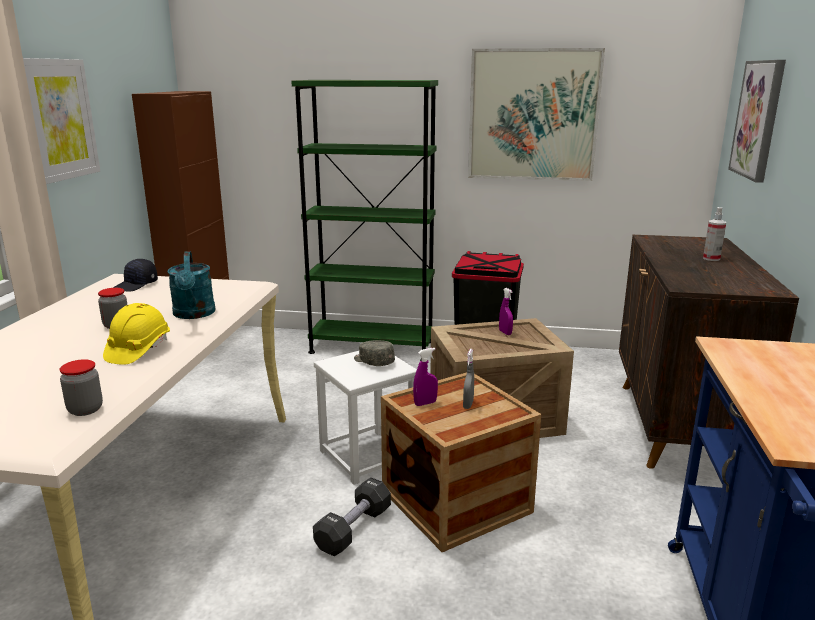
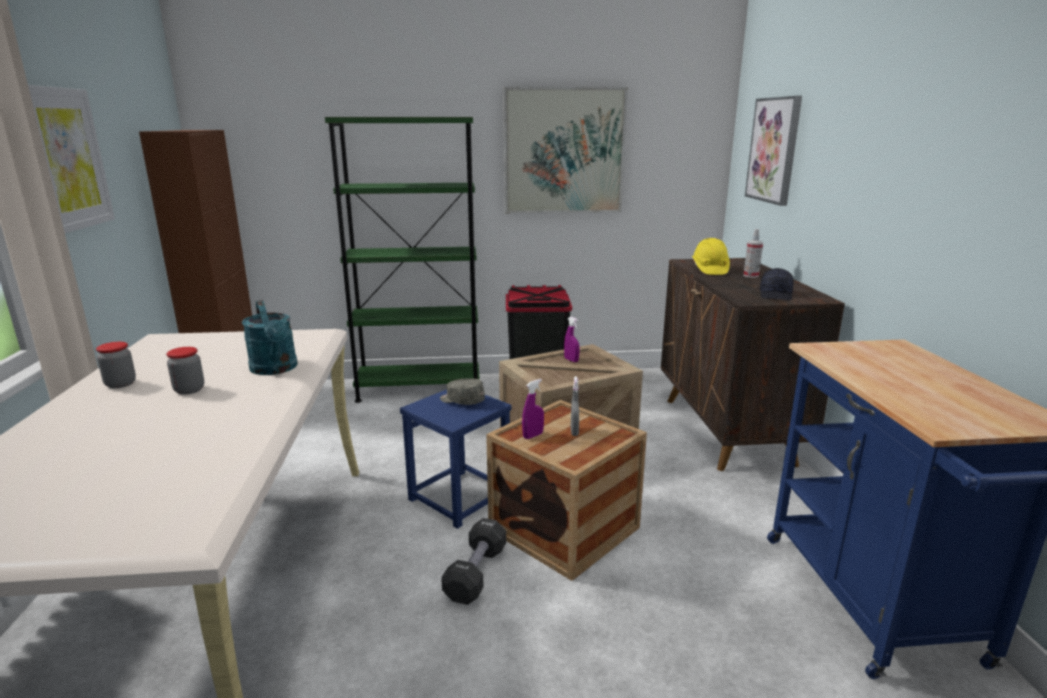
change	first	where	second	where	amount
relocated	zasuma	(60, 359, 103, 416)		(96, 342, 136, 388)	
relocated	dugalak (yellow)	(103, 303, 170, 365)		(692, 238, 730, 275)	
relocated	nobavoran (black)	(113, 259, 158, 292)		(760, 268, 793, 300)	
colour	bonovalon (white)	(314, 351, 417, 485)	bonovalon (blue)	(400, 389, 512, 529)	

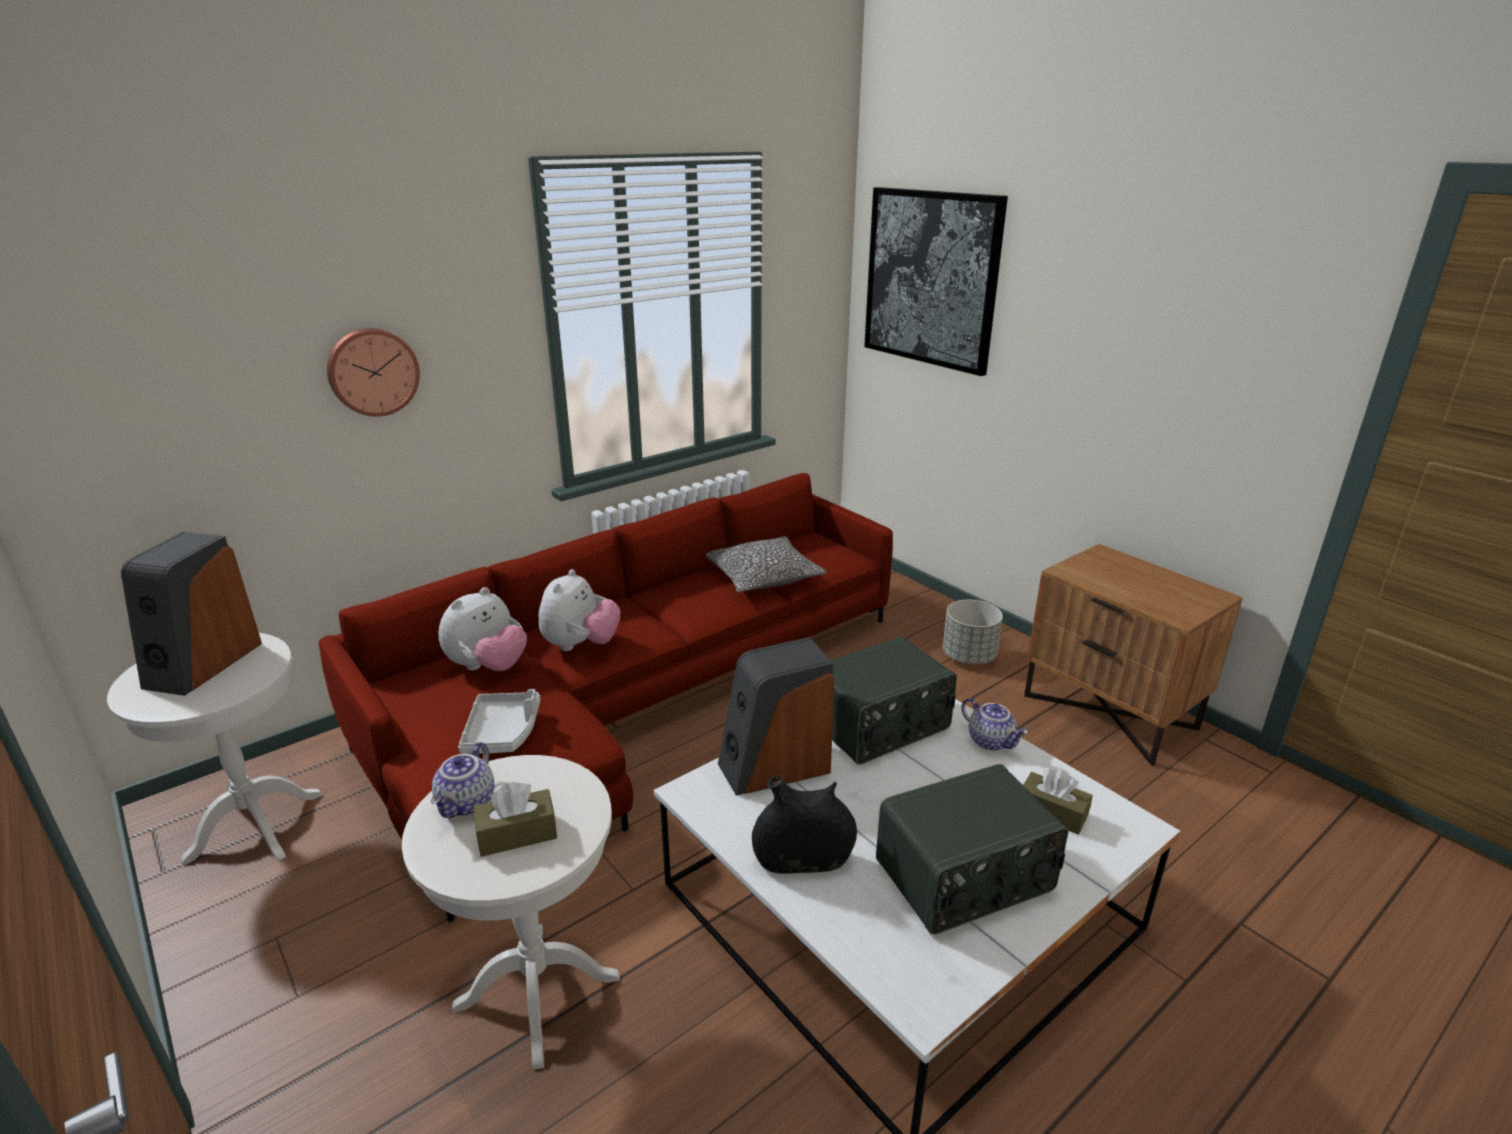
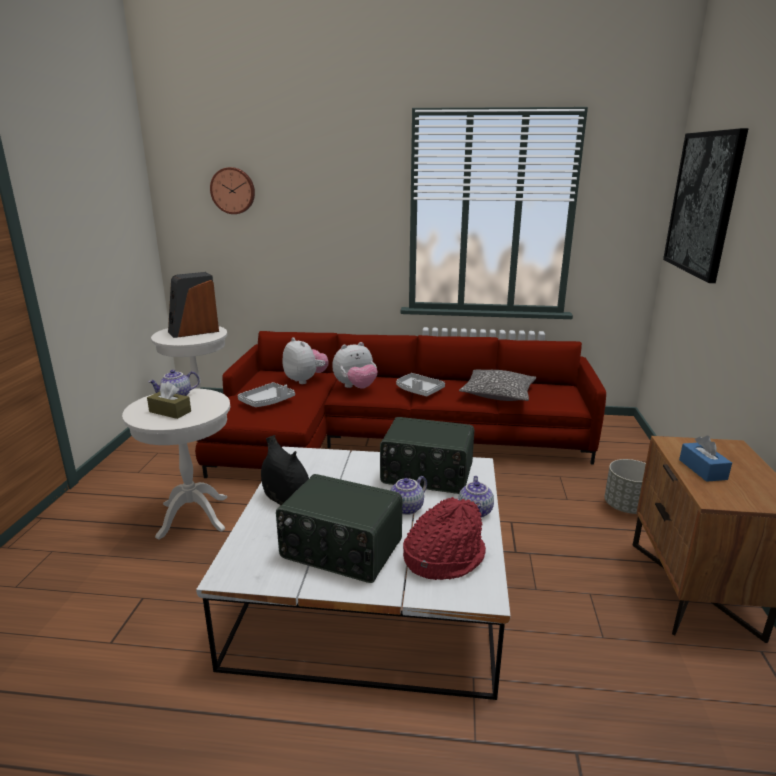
change	first	where	second	where	amount
missing	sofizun	(718, 637, 835, 796)			
appeared			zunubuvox	(390, 476, 427, 515)	
appeared			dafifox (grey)	(396, 373, 445, 396)	
appeared			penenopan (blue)	(679, 436, 732, 482)	
relocated	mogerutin	(327, 328, 420, 417)		(210, 167, 255, 214)	
exchanged	penenopan (brown)	(1023, 769, 1093, 834)	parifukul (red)	(403, 497, 486, 580)	
spun	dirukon	(438, 587, 527, 671)		(282, 337, 329, 384)	120 degrees counterclockwise

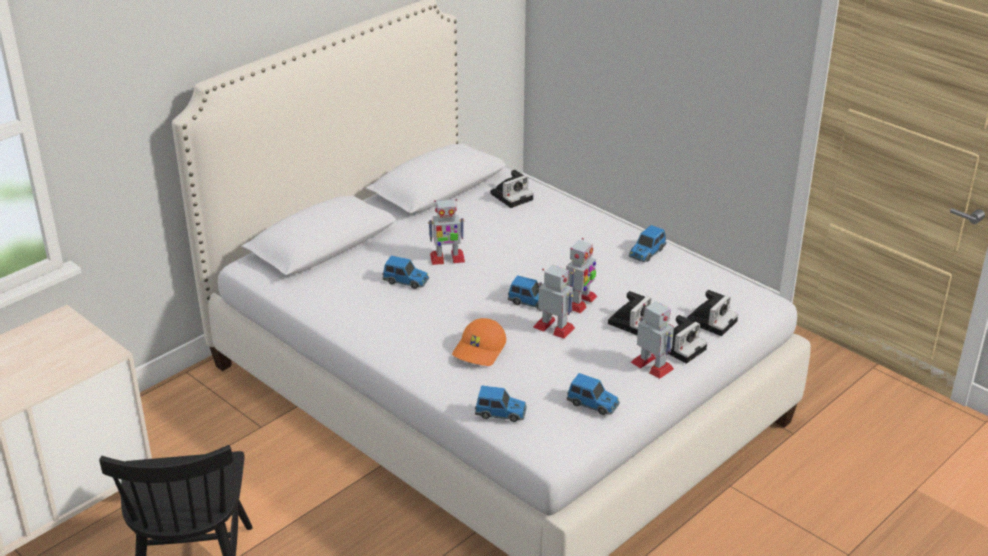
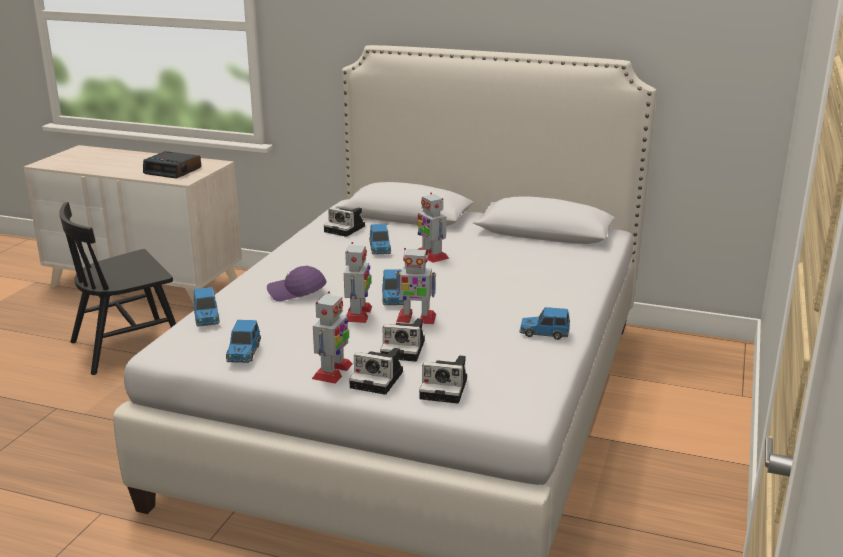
change	first	where	second	where	amount
appeared			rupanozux	(143, 151, 201, 179)	
relocated	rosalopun	(491, 170, 533, 208)		(324, 208, 365, 237)	
colour	nobavoran (orange)	(452, 318, 506, 366)	nobavoran (purple)	(267, 266, 326, 301)	

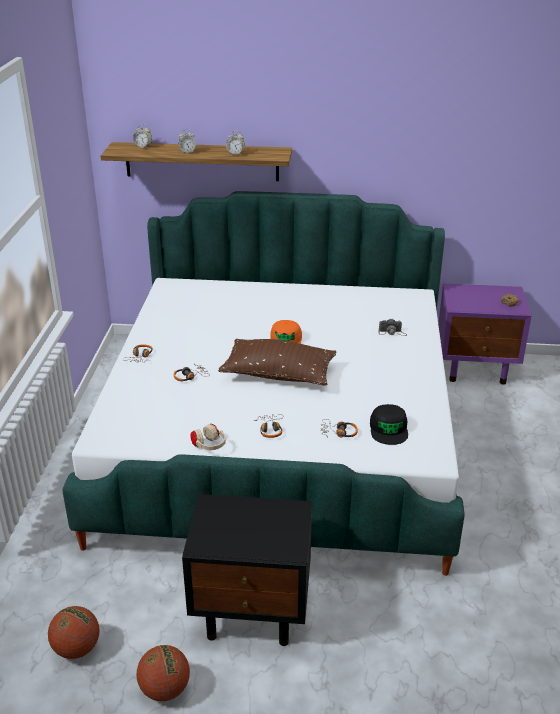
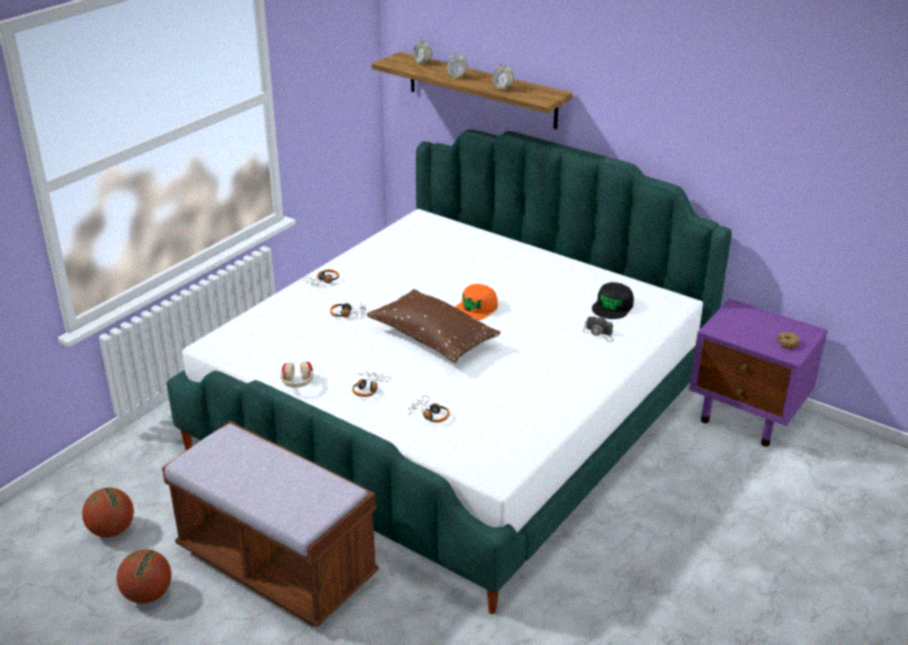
change	first	where	second	where	amount
relocated	nobavoran (black)	(370, 404, 408, 445)		(592, 282, 634, 319)	
exchanged	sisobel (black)	(182, 494, 312, 646)	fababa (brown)	(162, 421, 379, 627)	

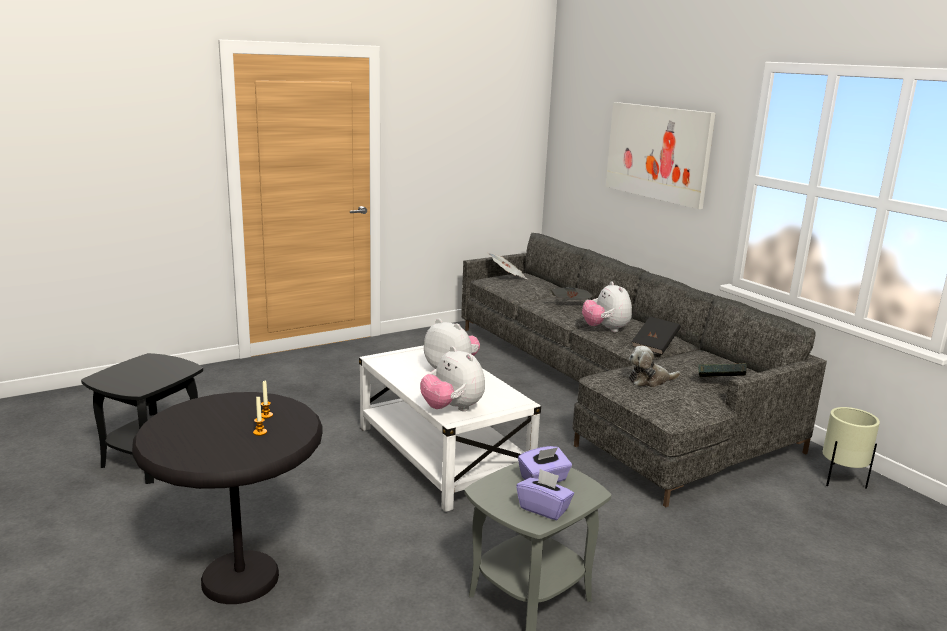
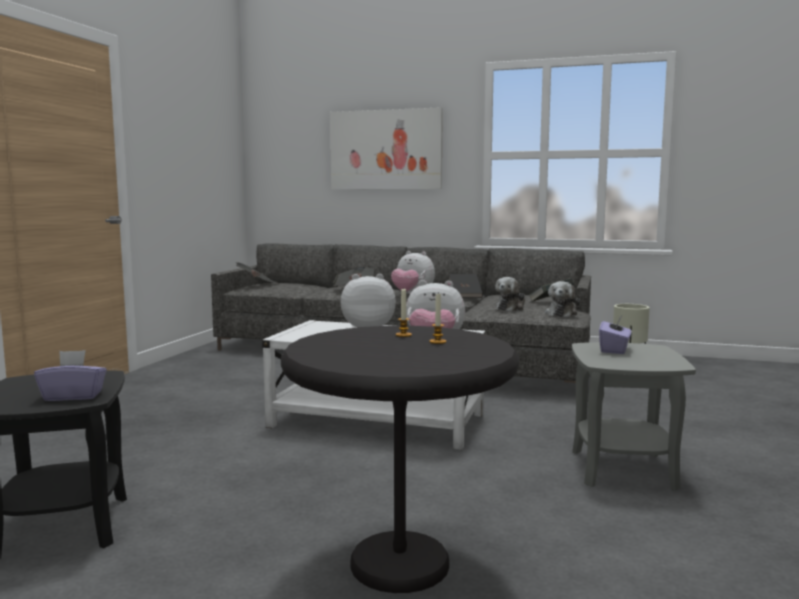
change	first	where	second	where	amount
appeared			dirukon	(545, 281, 580, 317)	
relocated	penenopan (purple)	(516, 469, 574, 520)		(34, 350, 107, 401)	

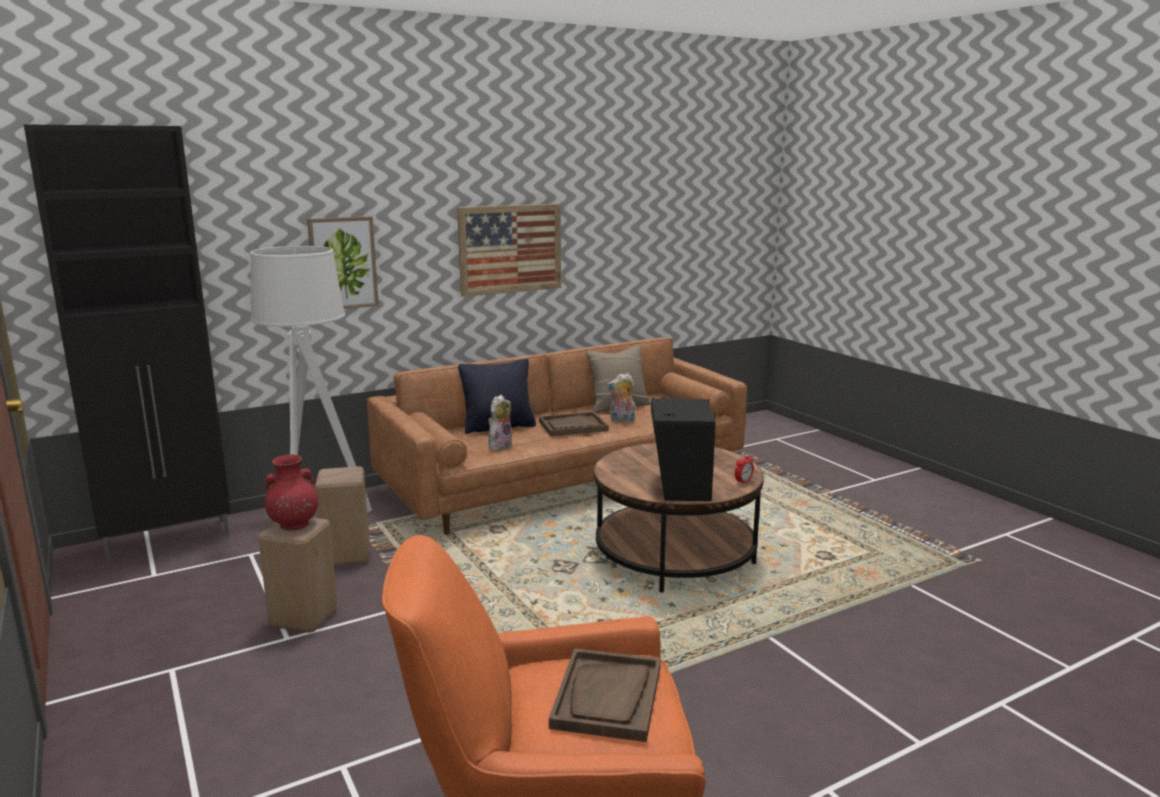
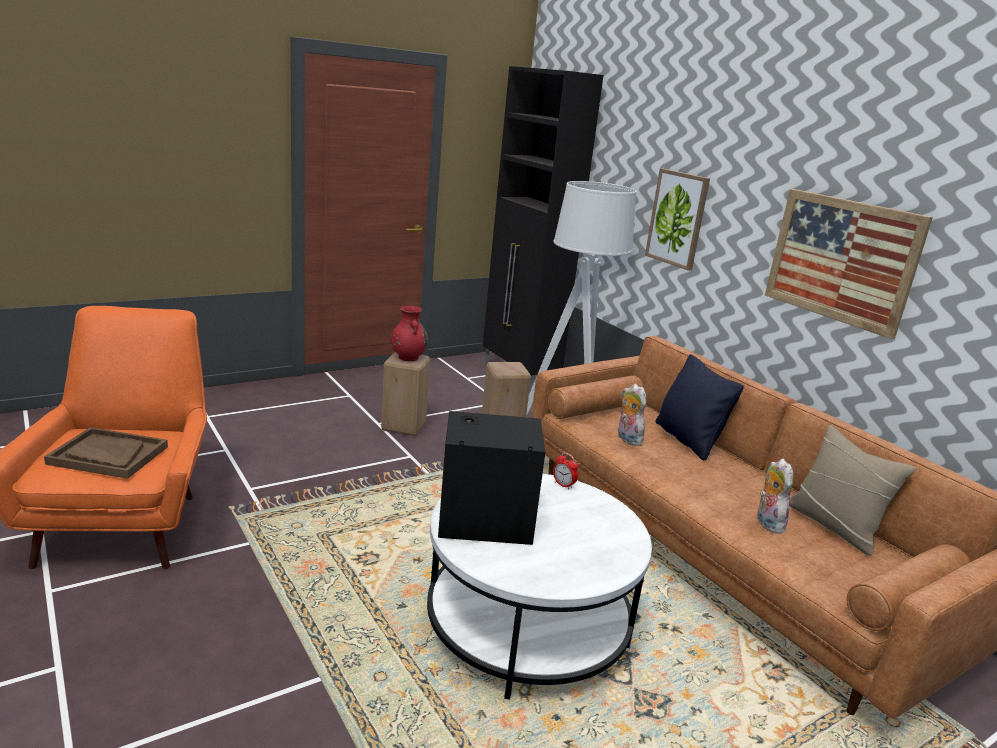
change	first	where	second	where	amount
missing	dafifox (brown)	(539, 412, 609, 437)			
relocated	rupanozux	(735, 452, 754, 485)		(553, 452, 578, 489)	
colour	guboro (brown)	(594, 443, 764, 592)	guboro (white)	(427, 474, 652, 700)	
spun	dirukon	(488, 395, 513, 451)		(618, 384, 646, 446)	150 degrees counterclockwise

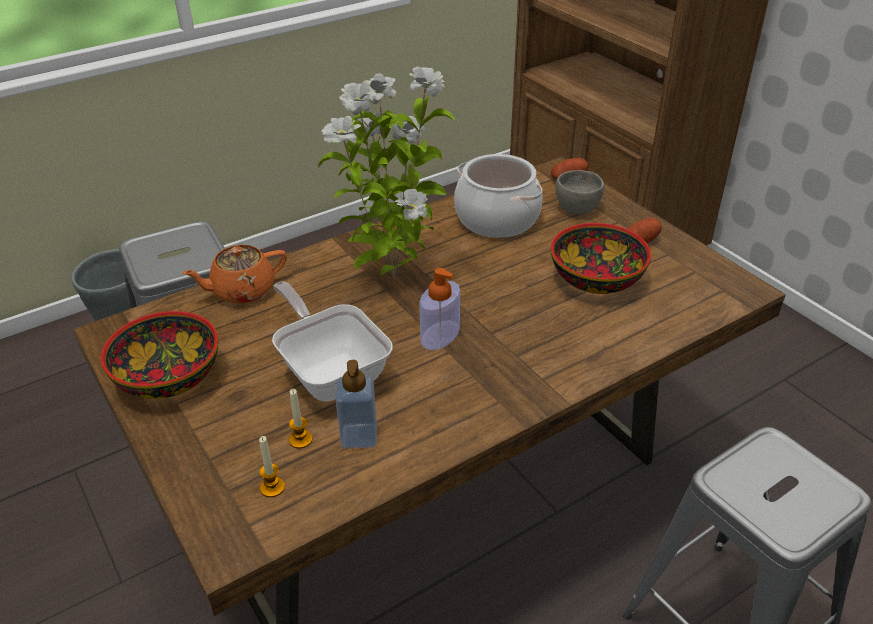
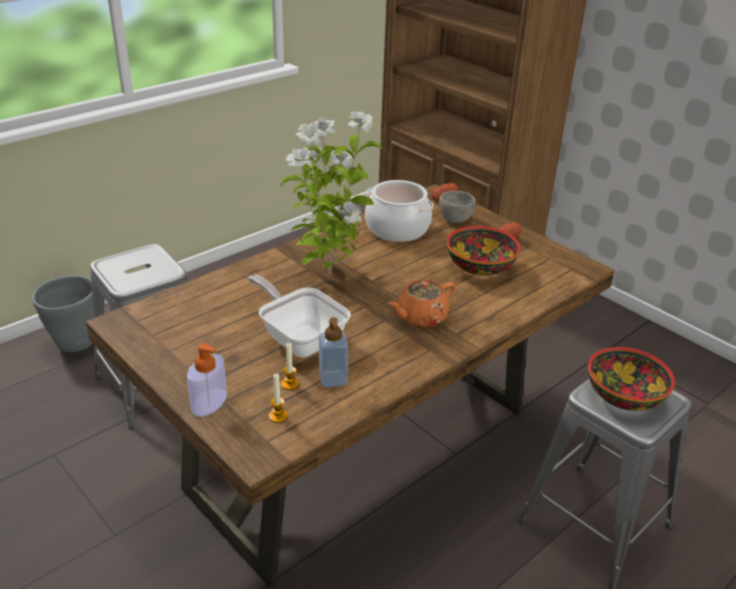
change	first	where	second	where	amount
relocated	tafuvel	(101, 311, 219, 399)		(588, 347, 675, 411)	
relocated	zunubuvox (orange)	(182, 245, 287, 304)		(388, 280, 455, 327)	
relocated	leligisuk	(419, 268, 460, 350)		(187, 343, 227, 417)	

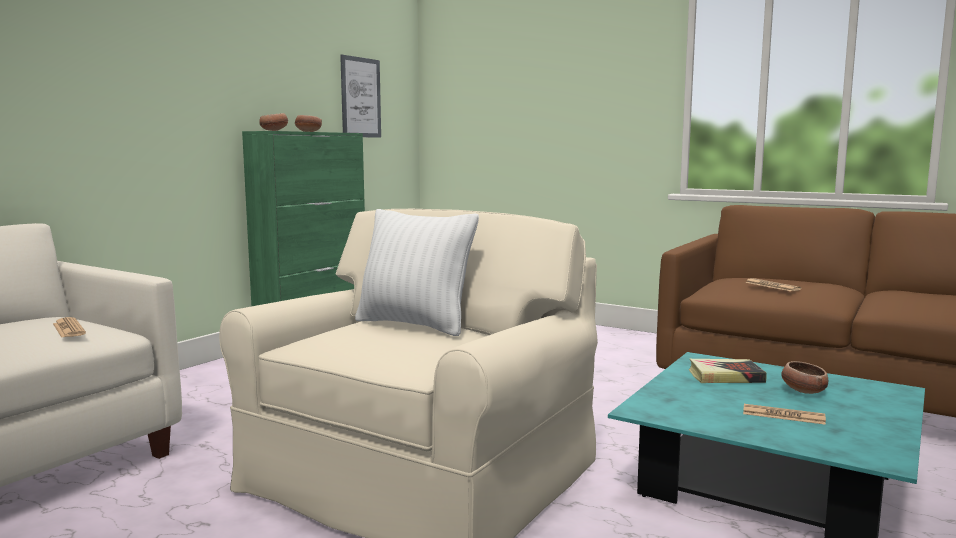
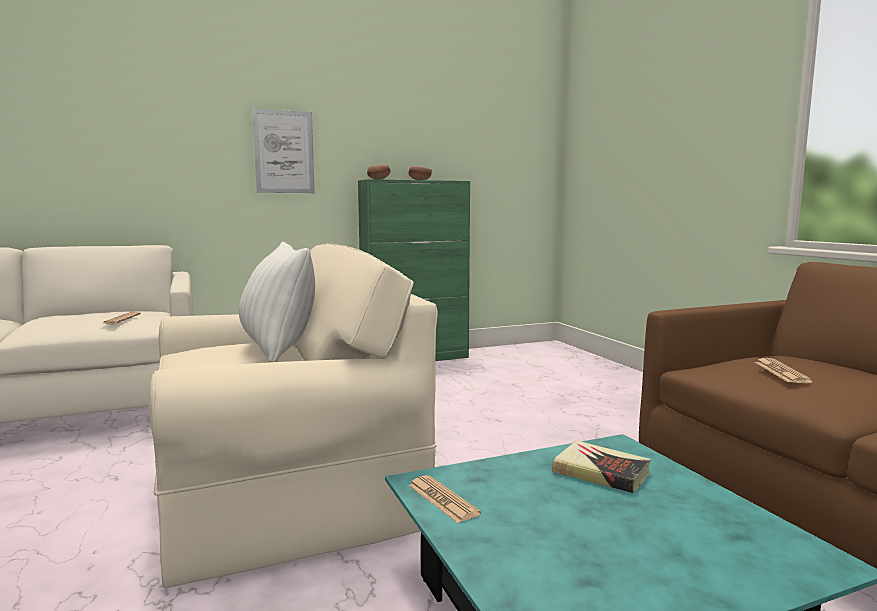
change	first	where	second	where	amount
missing	tafuvel	(781, 361, 828, 394)			
relocated	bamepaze	(340, 55, 381, 138)		(253, 109, 315, 193)	
relocated	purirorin	(743, 404, 826, 425)		(408, 475, 481, 523)	

